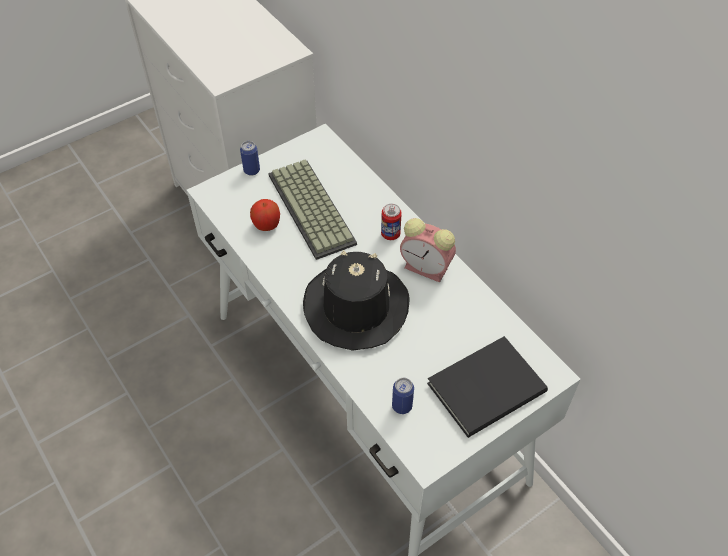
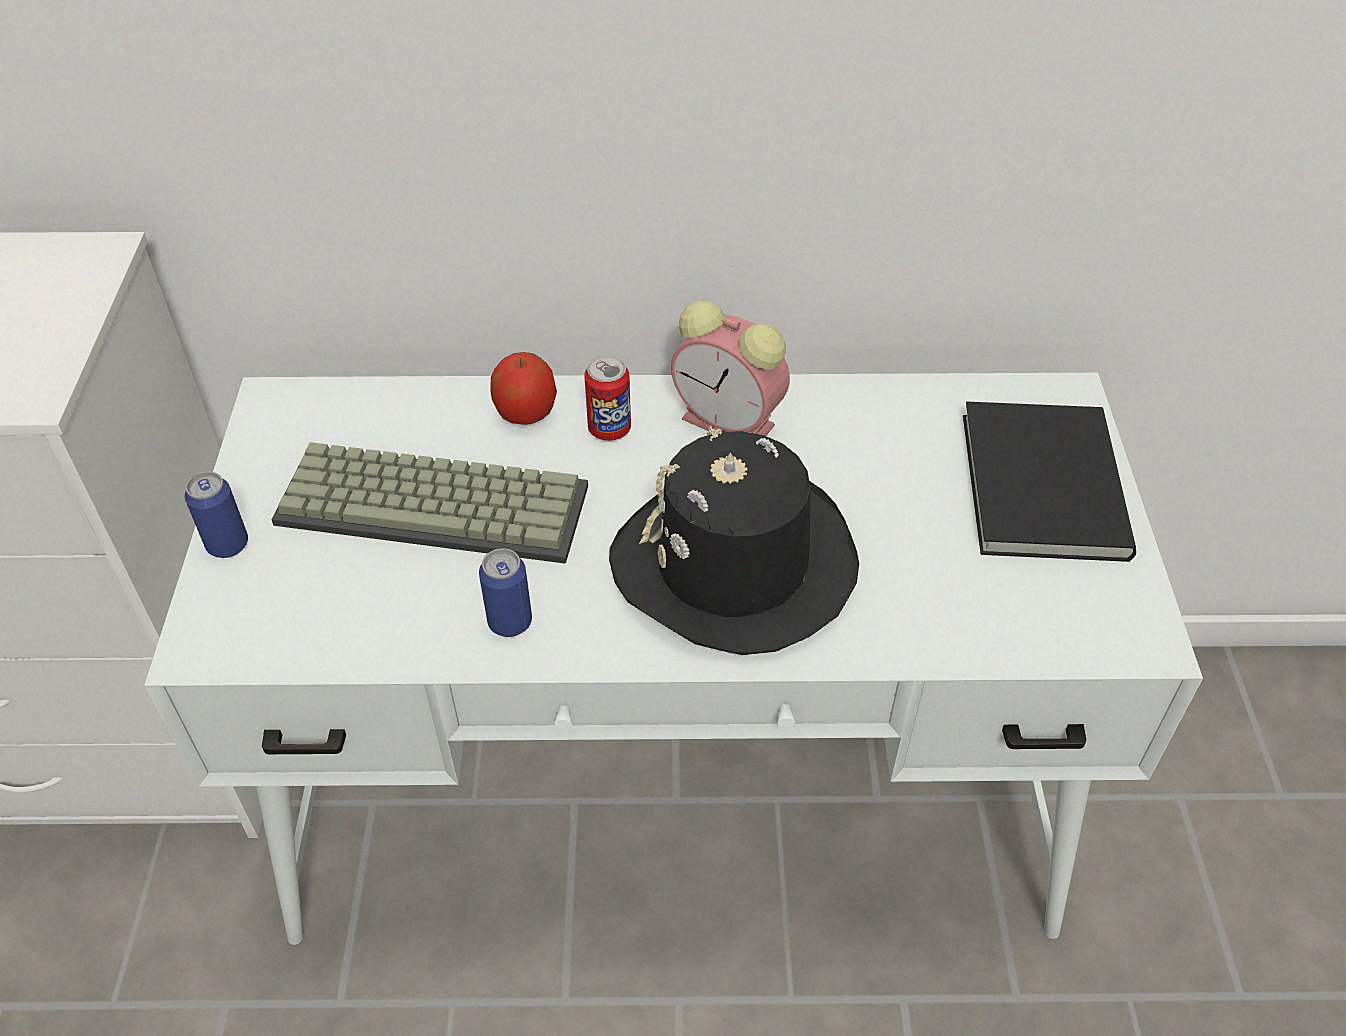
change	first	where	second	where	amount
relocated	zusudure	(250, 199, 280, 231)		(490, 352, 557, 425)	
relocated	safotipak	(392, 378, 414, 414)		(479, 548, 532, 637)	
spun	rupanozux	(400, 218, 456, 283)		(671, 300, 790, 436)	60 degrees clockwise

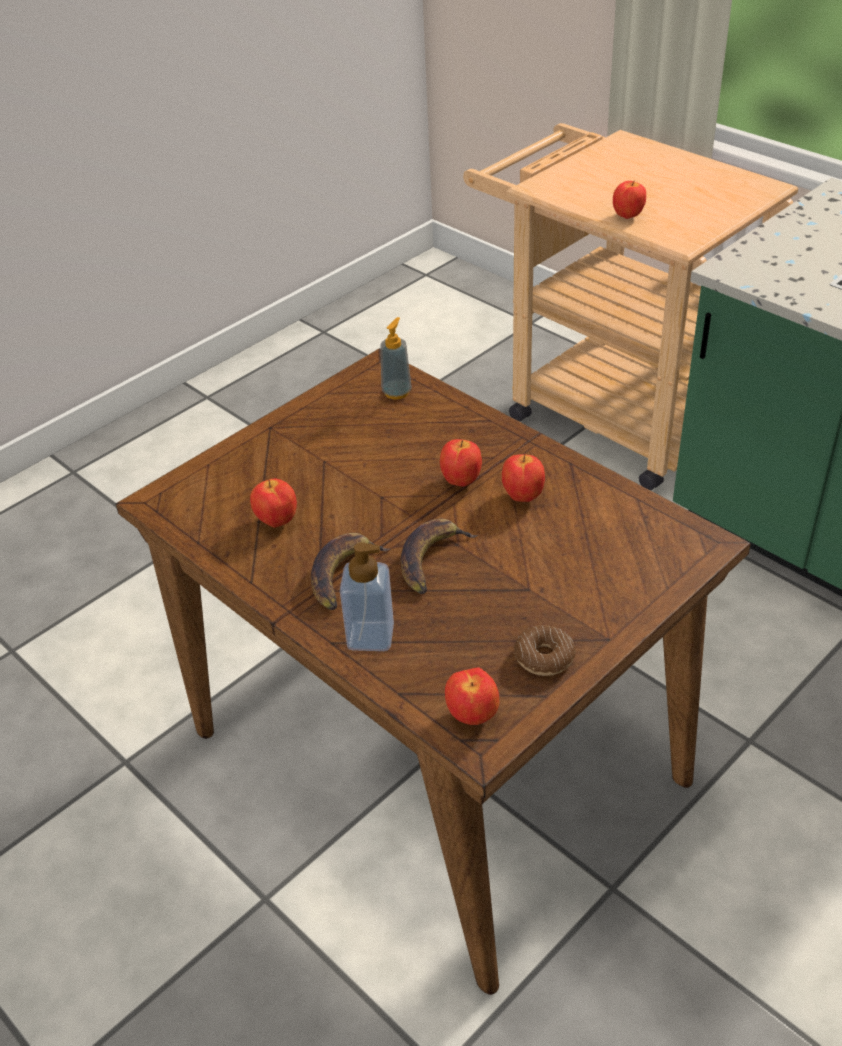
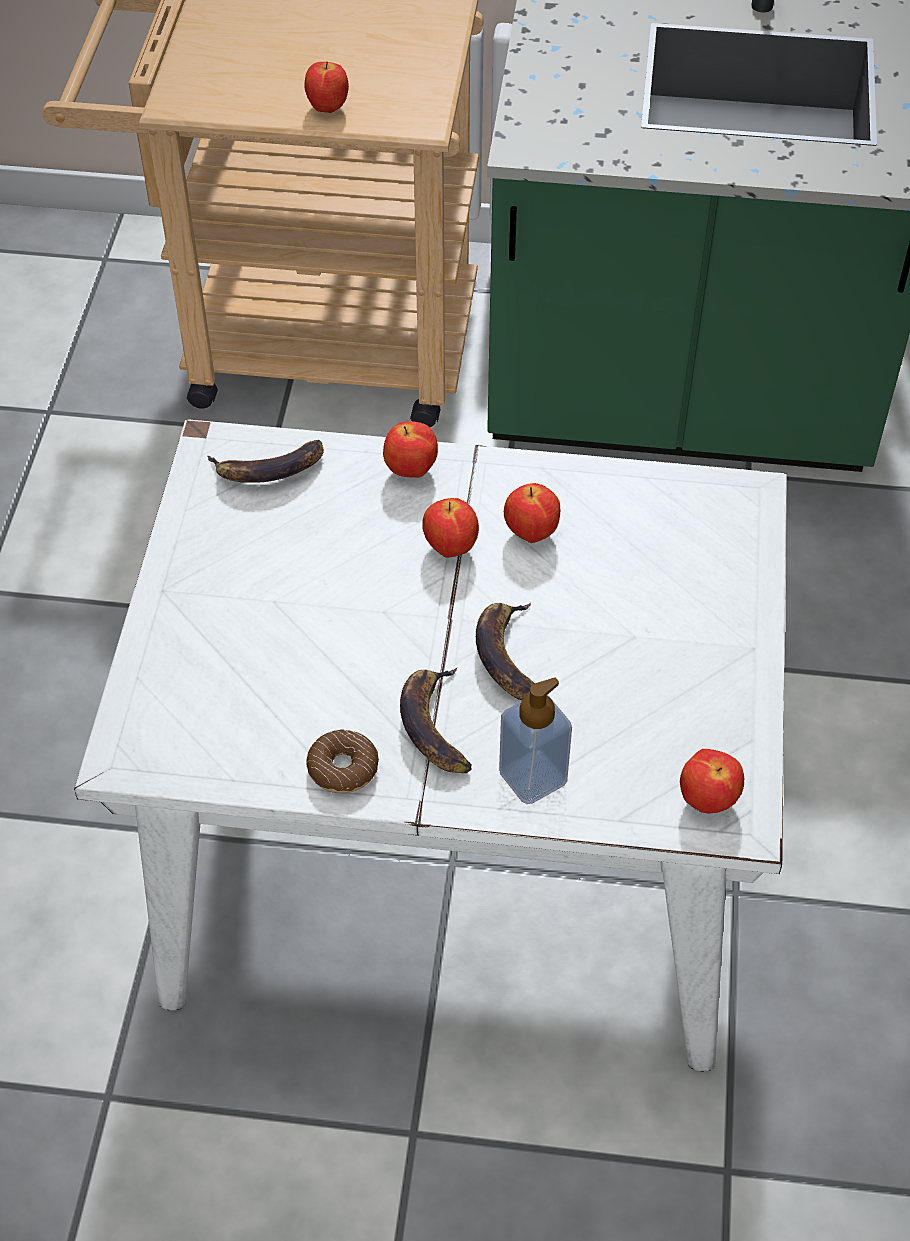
change	first	where	second	where	amount
relocated	zusudure	(250, 478, 297, 528)		(383, 421, 438, 478)	
relocated	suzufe	(514, 625, 575, 676)		(306, 729, 379, 793)	
exchanged	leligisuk	(380, 317, 412, 400)	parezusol	(208, 440, 324, 483)	
colour	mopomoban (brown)	(115, 348, 751, 995)	mopomoban (white)	(74, 419, 787, 1072)	

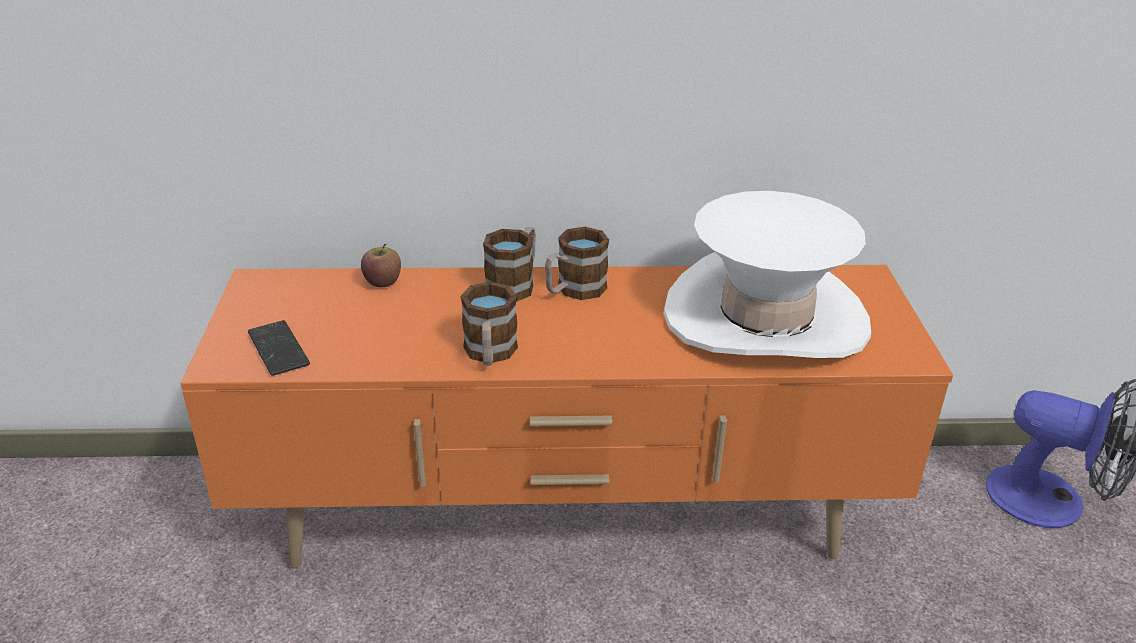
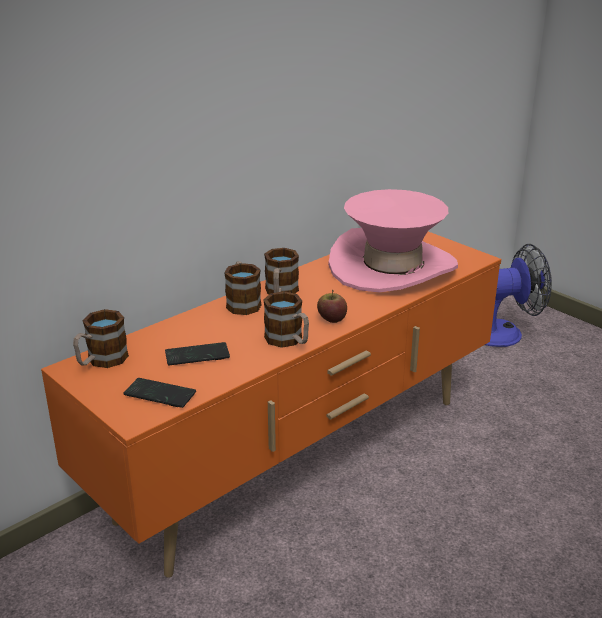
change	first	where	second	where	amount
appeared			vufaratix	(73, 309, 129, 368)	
appeared			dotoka	(165, 342, 230, 365)	
relocated	zusudure	(361, 244, 401, 287)		(317, 290, 347, 323)	
colour	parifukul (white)	(663, 191, 871, 358)	parifukul (pink)	(328, 189, 458, 293)	

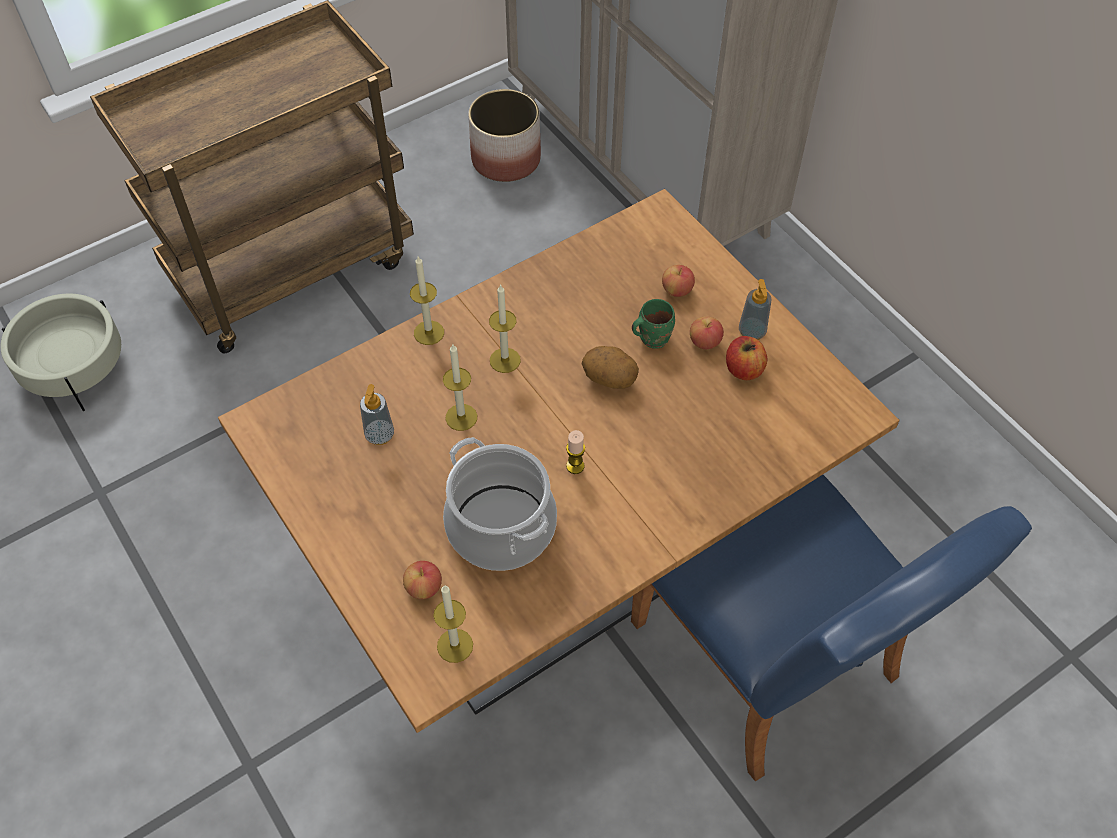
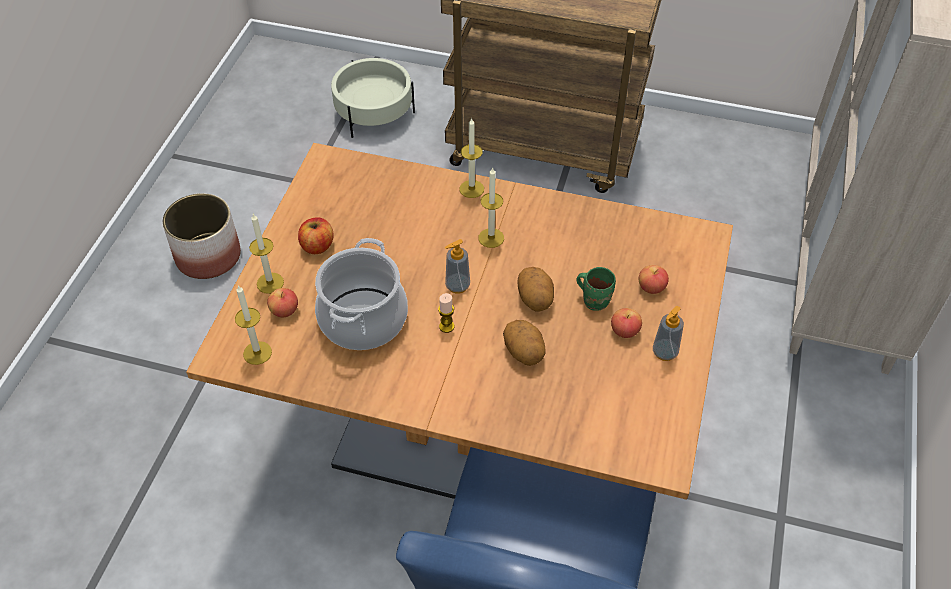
change	first	where	second	where	amount
appeared			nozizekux	(503, 320, 546, 366)	
relocated	leligisuk	(360, 384, 394, 445)		(445, 239, 470, 294)	
relocated	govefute	(443, 345, 477, 431)		(249, 214, 284, 294)	
relocated	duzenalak	(468, 89, 541, 182)		(162, 193, 241, 279)	
relocated	zusudure	(726, 336, 767, 380)		(298, 217, 334, 254)	

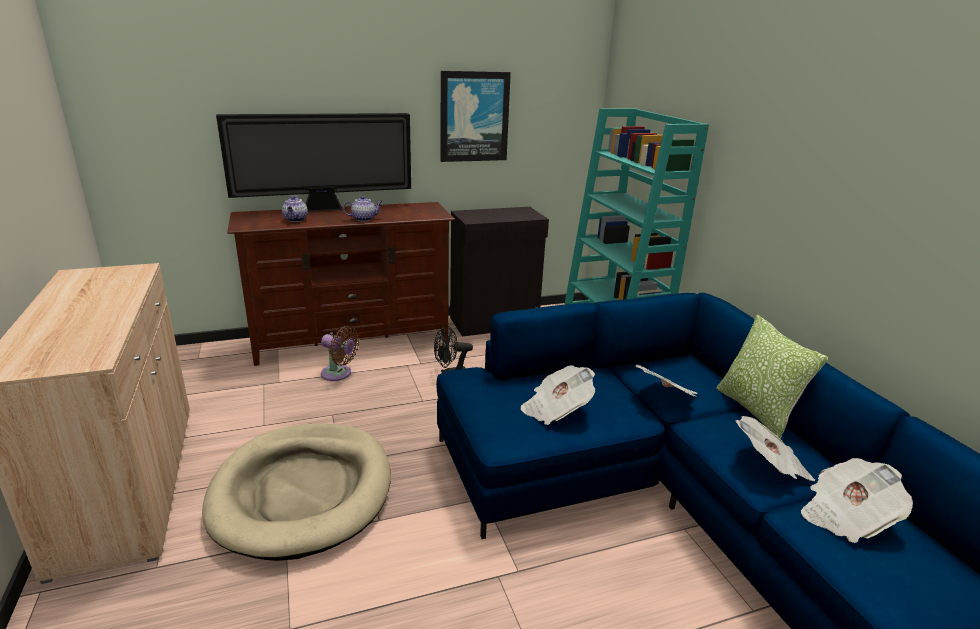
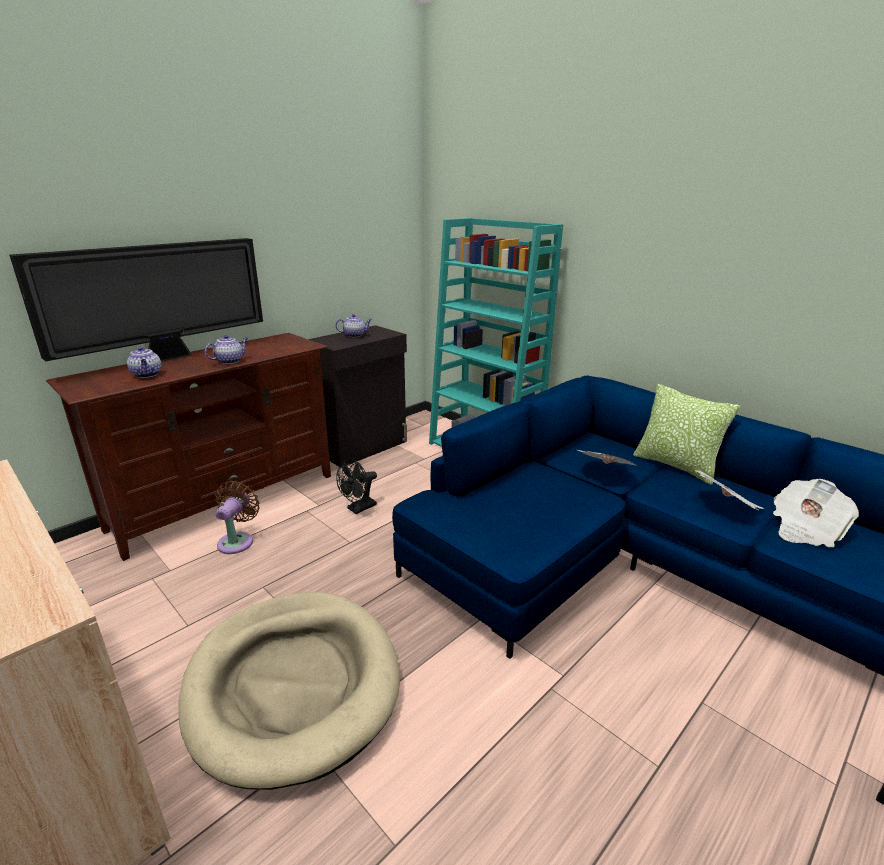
change	first	where	second	where	amount
missing	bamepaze	(441, 71, 511, 162)			
missing	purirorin	(521, 365, 596, 425)			
appeared			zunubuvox	(335, 314, 372, 337)	
spun	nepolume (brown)	(321, 325, 359, 381)		(215, 481, 259, 554)	75 degrees counterclockwise

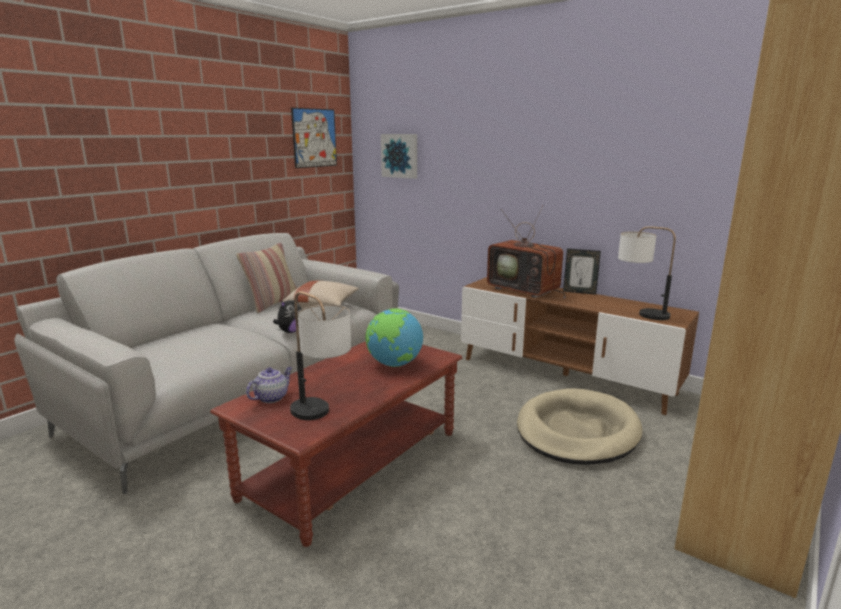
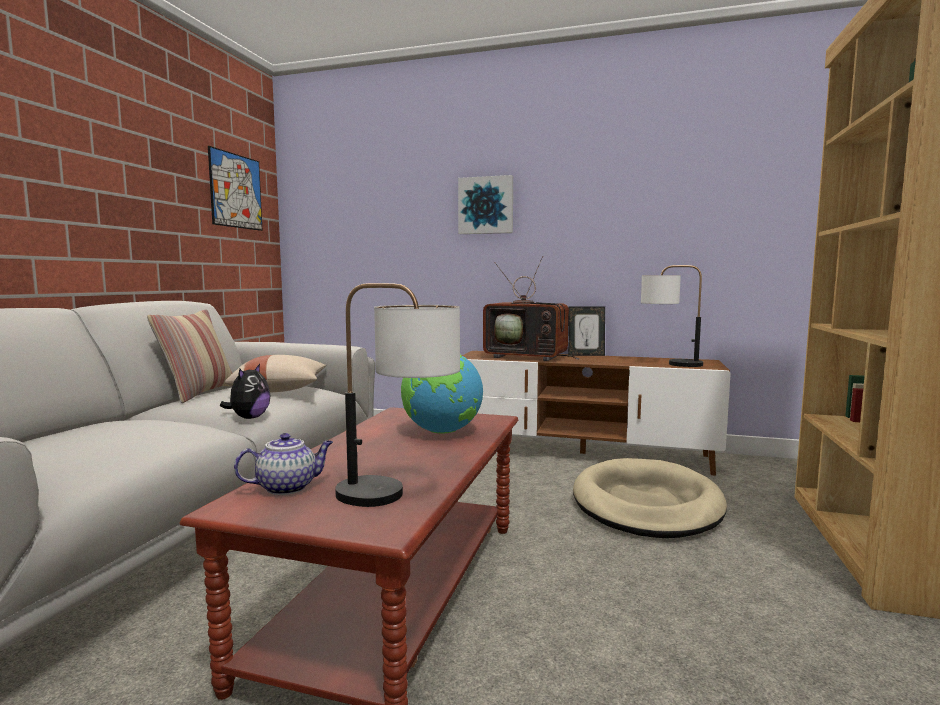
change	first	where	second	where	amount
relocated	bamepaze	(381, 134, 417, 179)		(458, 175, 513, 234)	
spun	zunubuvox	(246, 367, 292, 403)		(234, 433, 333, 495)	45 degrees clockwise

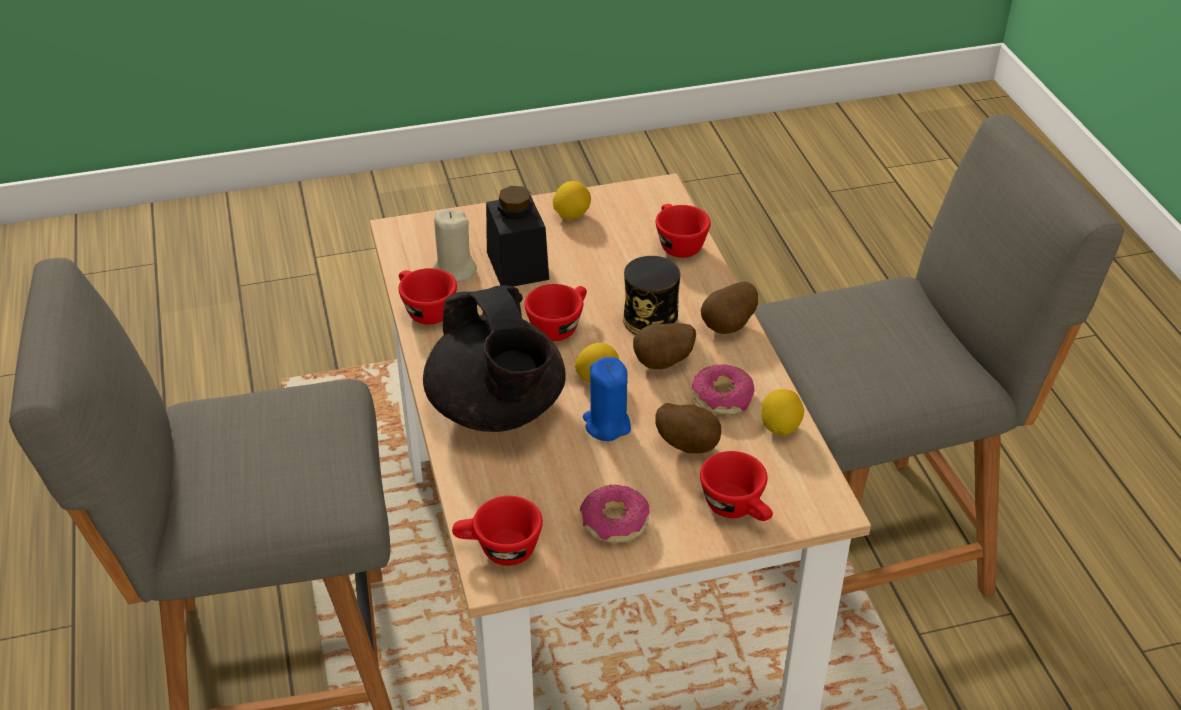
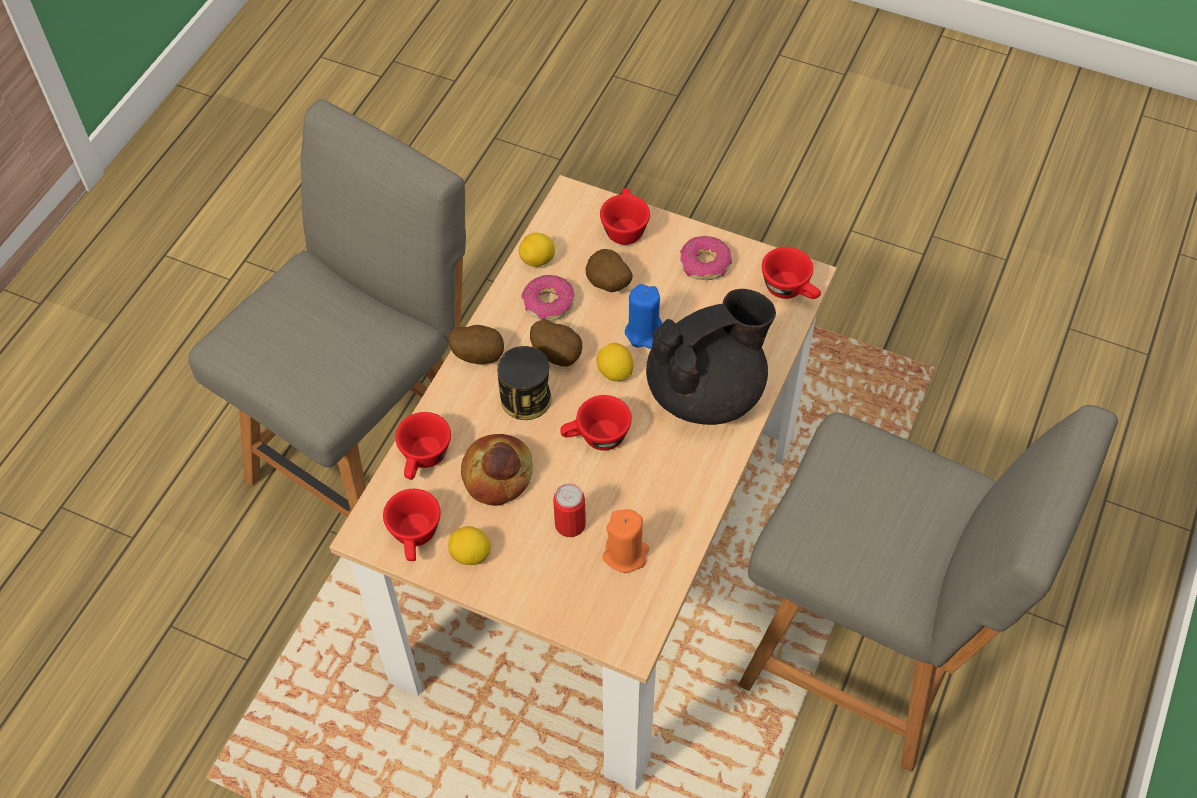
change	first	where	second	where	amount
appeared			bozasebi	(461, 434, 533, 506)	
relocated	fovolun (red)	(398, 268, 457, 325)		(383, 489, 441, 561)	
exchanged	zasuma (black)	(486, 186, 549, 287)	safotipak	(553, 483, 586, 537)	
colour	govefute (beige)	(433, 209, 477, 282)	govefute (orange)	(603, 509, 649, 573)	
spun	zunubuvox (black)	(423, 285, 565, 432)		(646, 289, 776, 425)	45 degrees clockwise
spun	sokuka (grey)	(754, 114, 1124, 597)		(188, 99, 466, 518)	105 degrees clockwise

